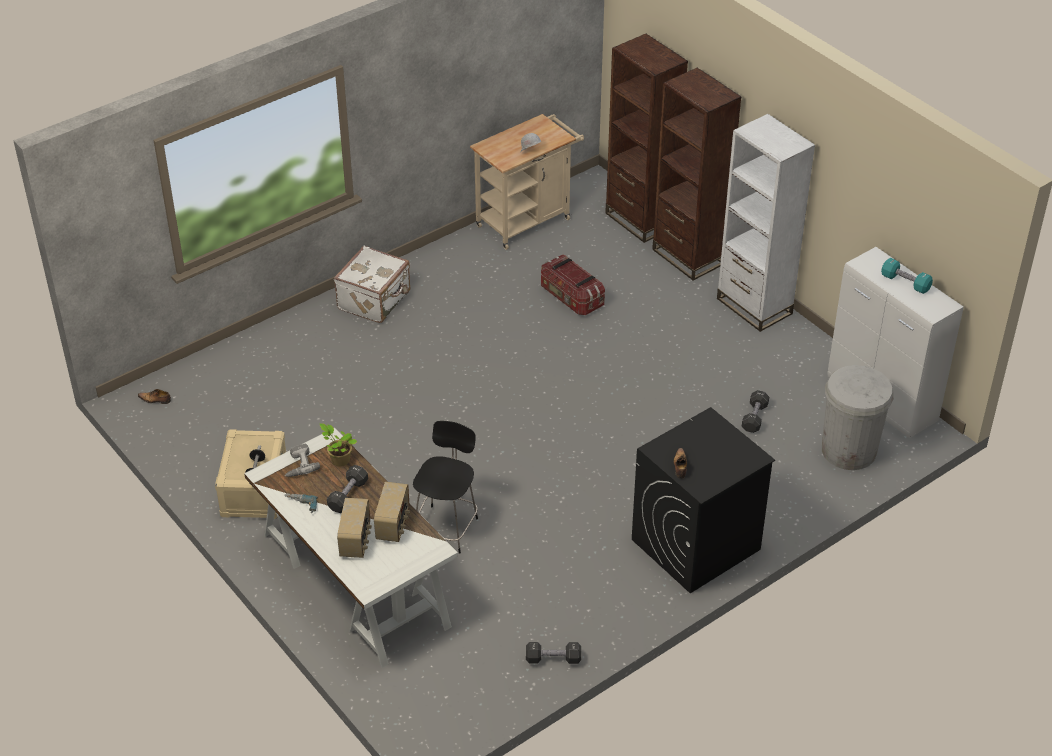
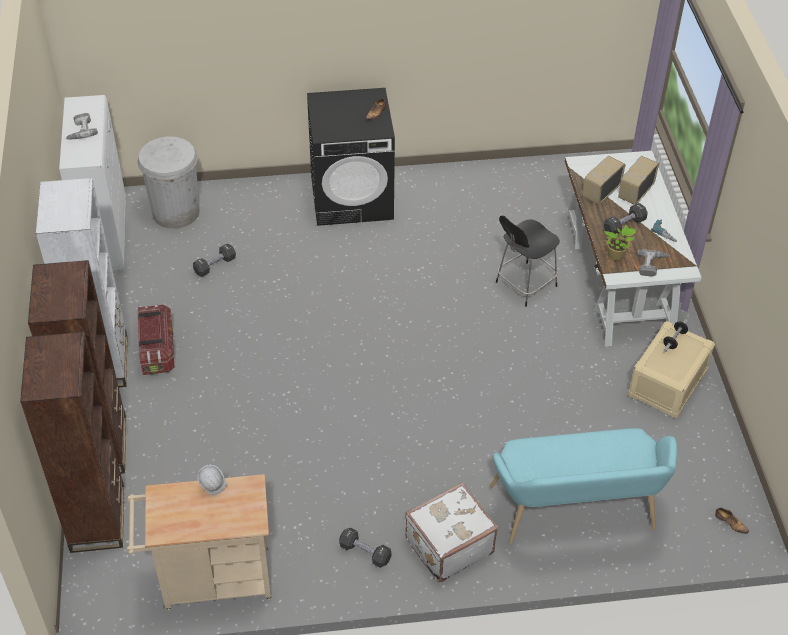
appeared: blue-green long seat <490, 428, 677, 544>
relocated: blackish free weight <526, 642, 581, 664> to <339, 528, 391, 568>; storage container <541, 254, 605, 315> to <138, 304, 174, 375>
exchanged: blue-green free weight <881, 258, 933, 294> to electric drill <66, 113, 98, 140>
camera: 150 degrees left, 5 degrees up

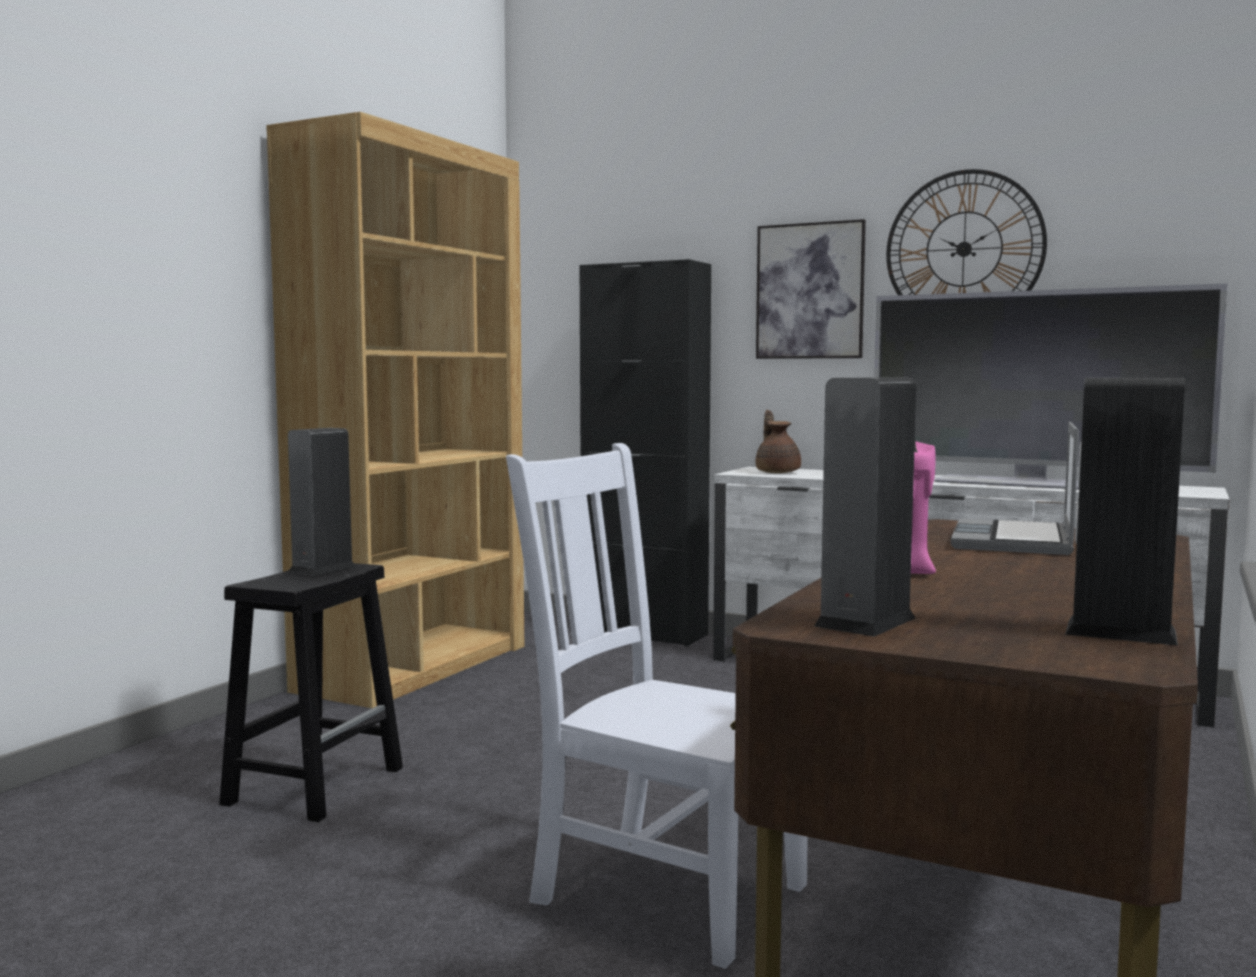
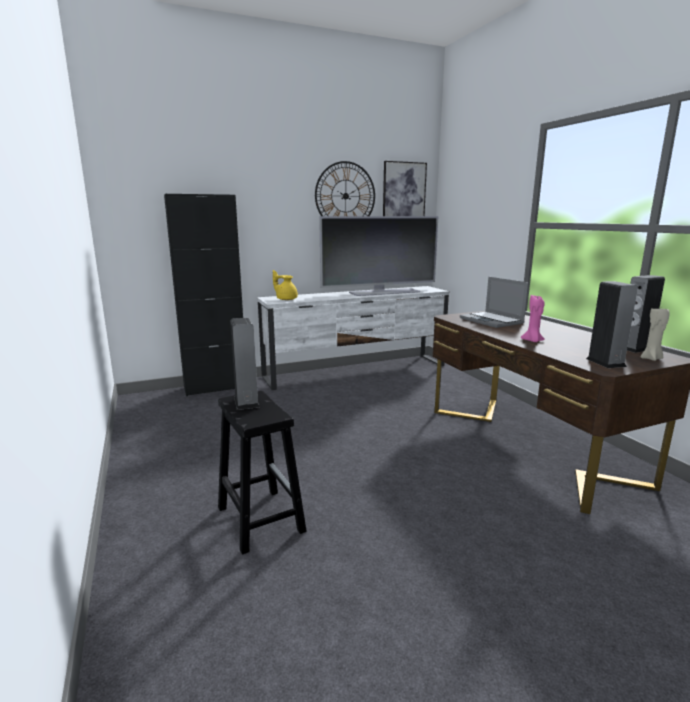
missing: brown bookshelf <266, 112, 524, 708>; whitish chair <506, 443, 808, 969>
appeared: beige-coloured candle <641, 308, 670, 361>
relocated: wall picture <756, 219, 866, 359> to <383, 161, 427, 216>
colour: brown tea pot <756, 410, 801, 473> to yellow-coloured tea pot <273, 270, 298, 300>
camera: 50 degrees left, 10 degrees up

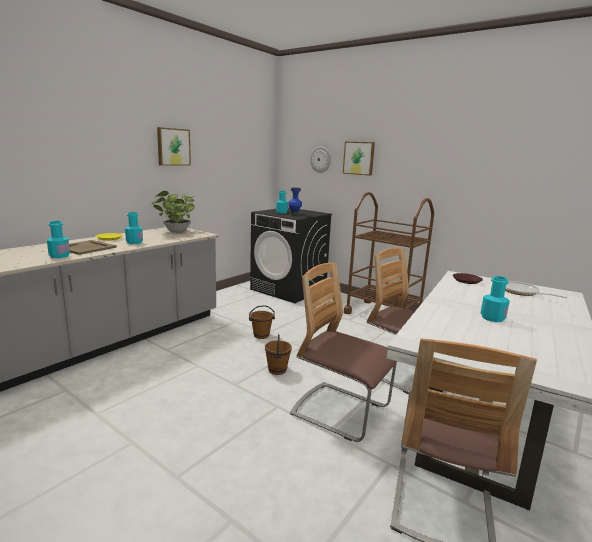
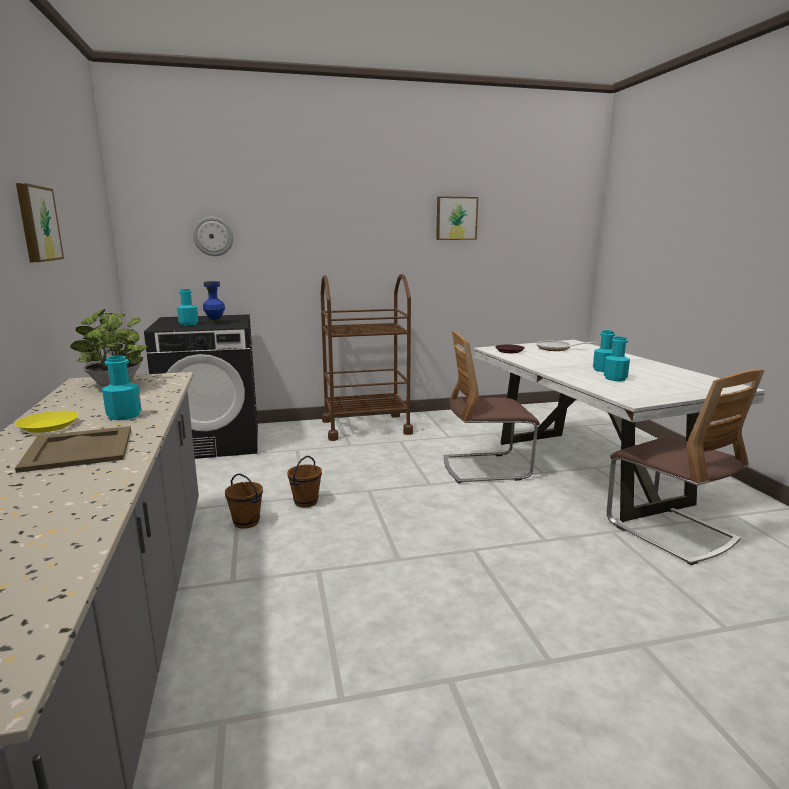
missing: chair <290, 263, 398, 442>
relocated: blue-green drink bottle <47, 221, 70, 258> to <604, 336, 630, 381>; brown pail <265, 334, 292, 375> to <225, 473, 263, 529>; wall picture <343, 142, 375, 176> to <436, 196, 478, 240>
camera: 50 degrees left, 0 degrees up

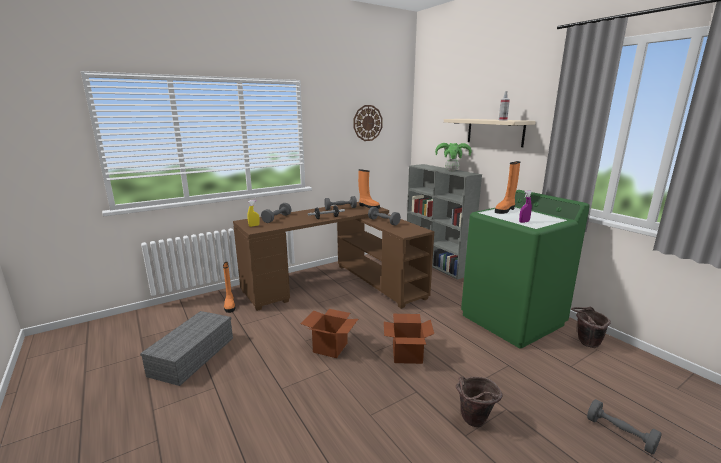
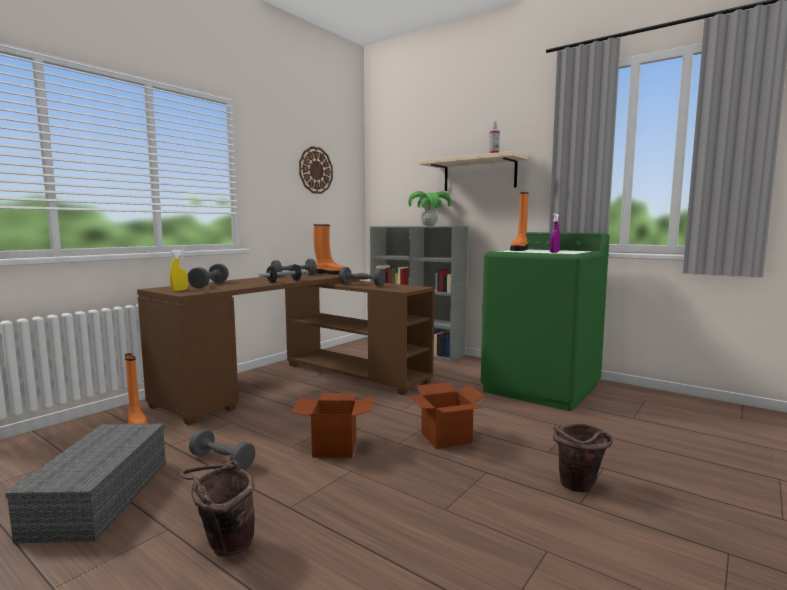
relocated: brown pail <571, 307, 611, 348> to <180, 460, 255, 557>; greyish free weight <587, 399, 662, 454> to <189, 429, 255, 470>
camera: 20 degrees left, 10 degrees down

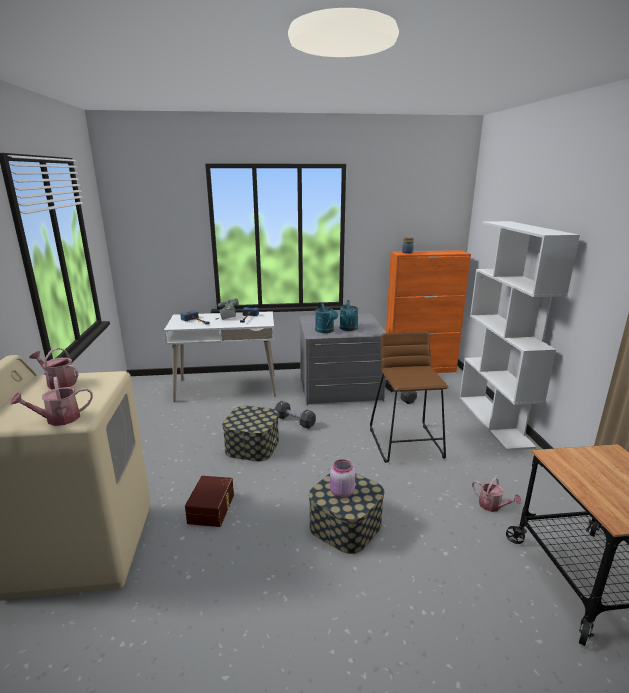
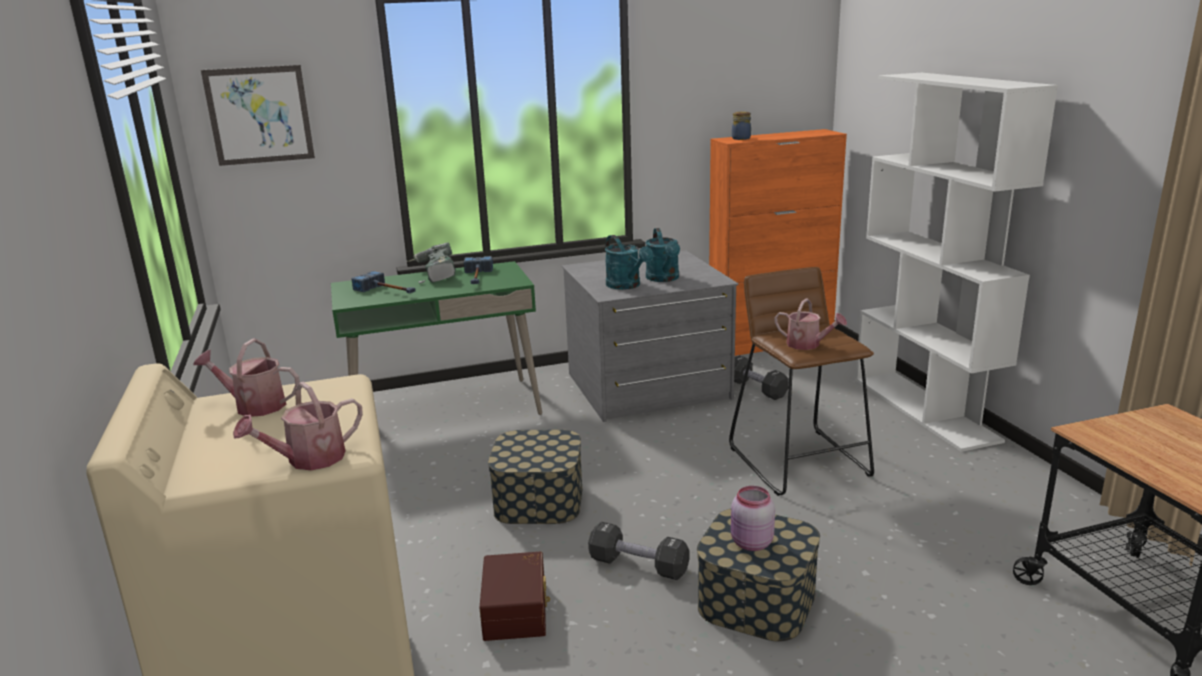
appeared: wall picture <201, 65, 315, 166>
relocated: blackish free weight <275, 401, 316, 429> to <588, 522, 690, 580>; watering can <472, 478, 522, 512> to <774, 298, 847, 350>
colour: whitish desk table <164, 311, 276, 402> to green desk table <331, 261, 542, 415>
camera: 10 degrees left, 0 degrees up

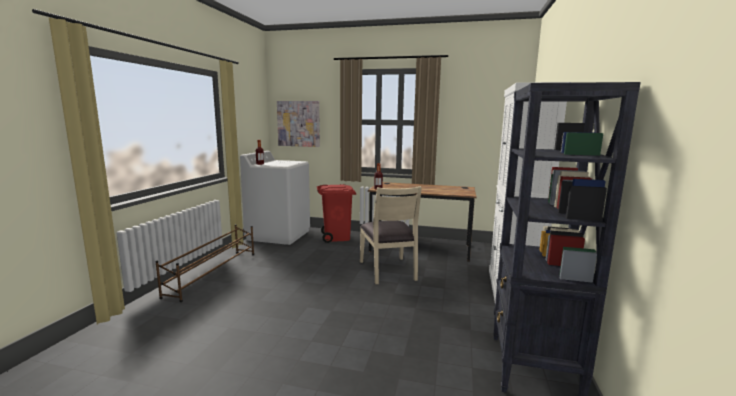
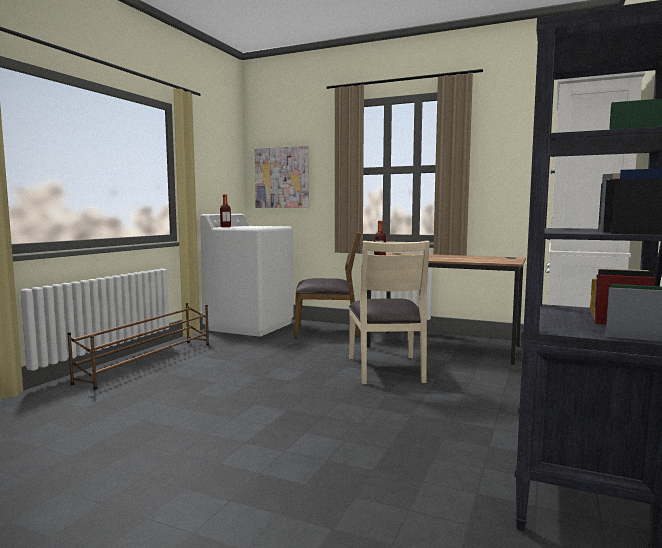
exchanged: reddish waste bin <317, 184, 356, 243> to brown chair <294, 232, 361, 338>
camera: 10 degrees right, 5 degrees down

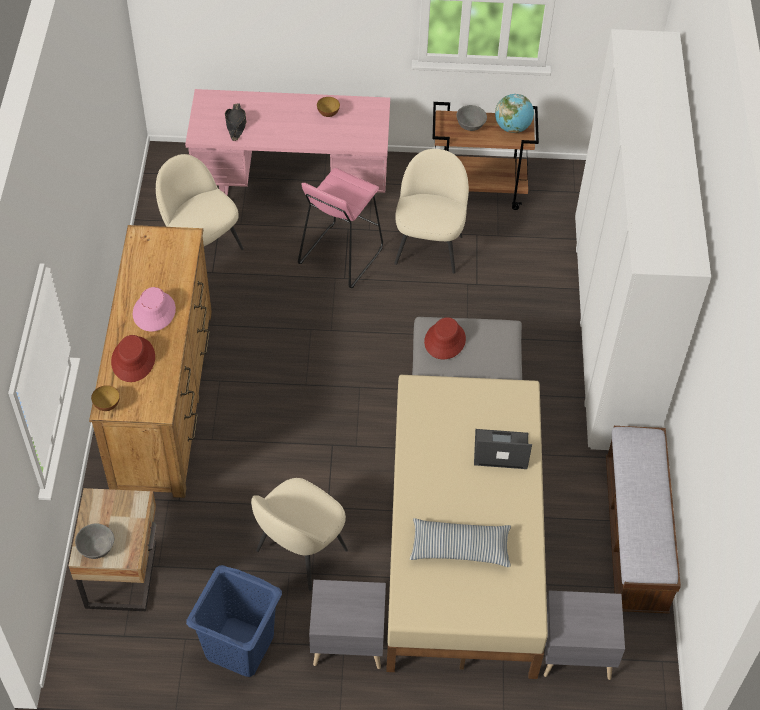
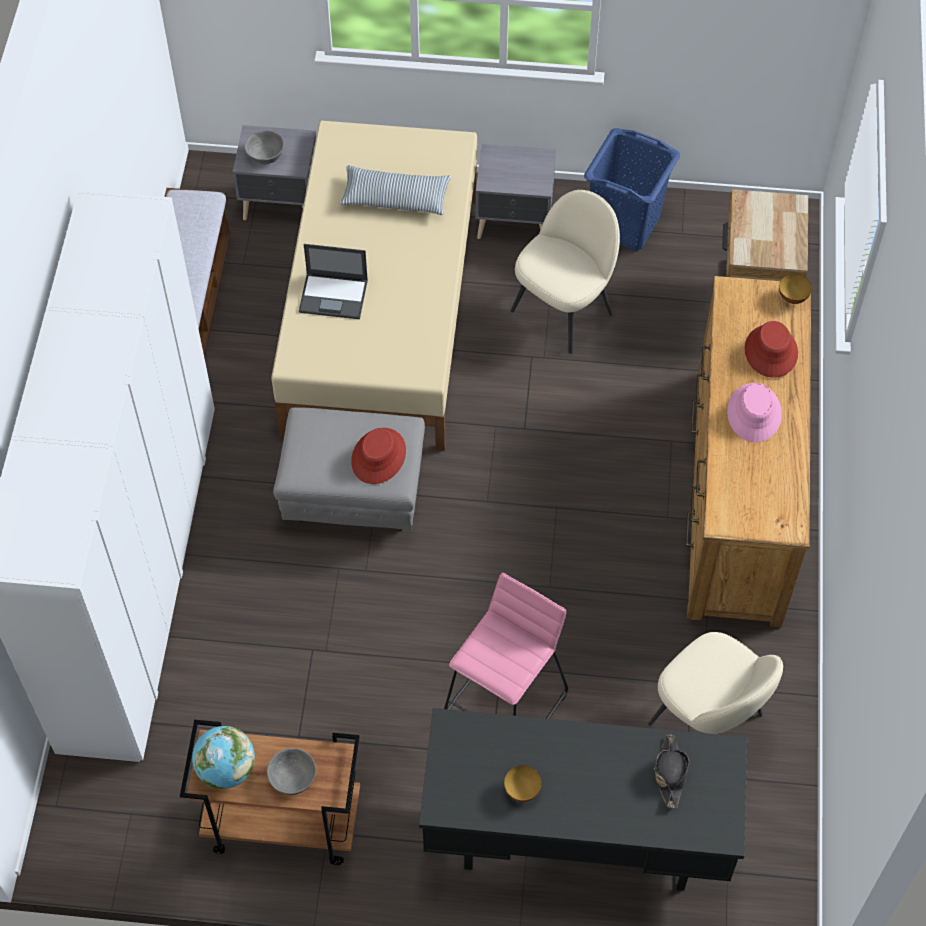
missing: beige-coloured chair <394, 149, 469, 274>
relocated: greyish deep dish <75, 523, 114, 559> to <244, 130, 284, 164>
colour: pink desk table <185, 89, 390, 196> to blackish desk table <419, 708, 747, 891>
camera: 175 degrees left, 5 degrees up

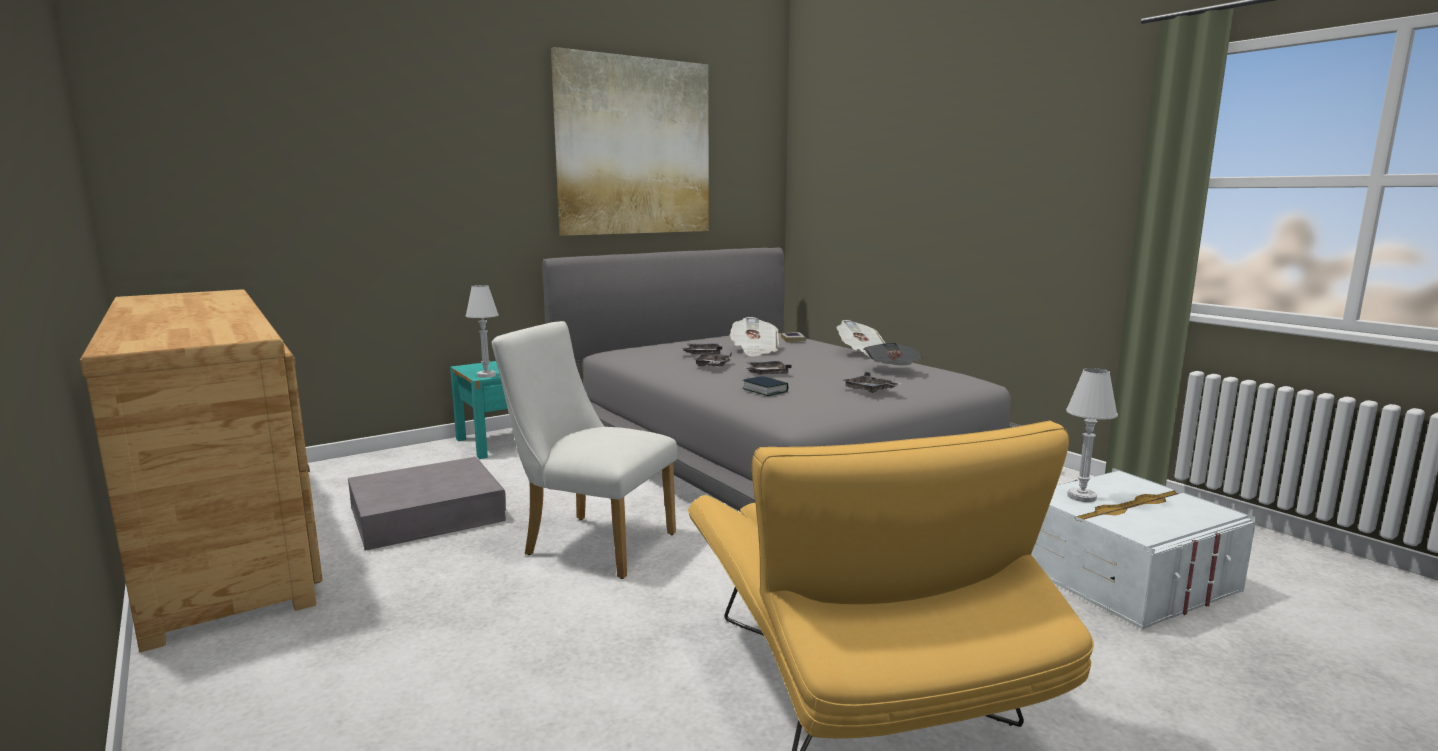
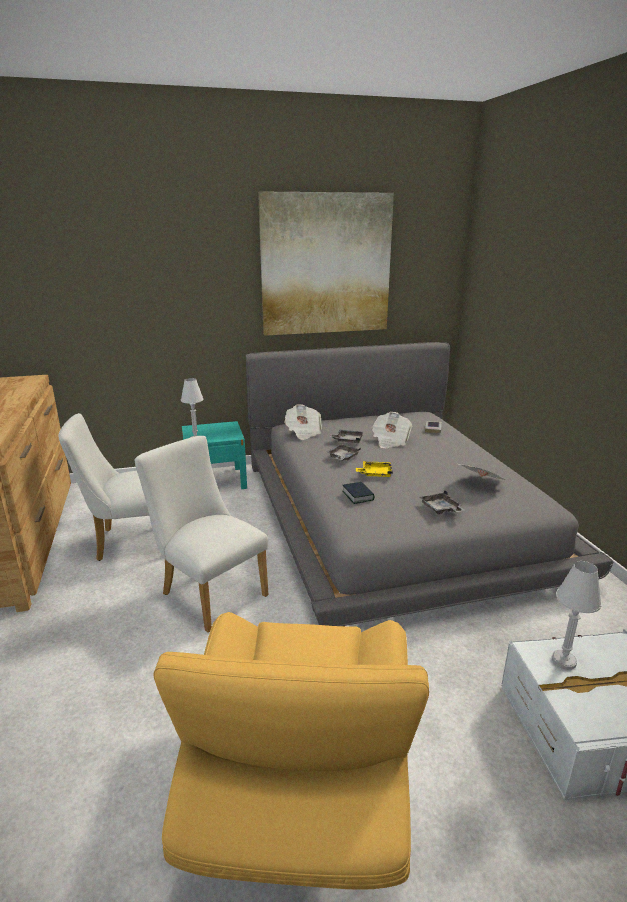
relocated: daily paper <837, 320, 885, 356> to <284, 404, 322, 440>
exchanged: greyish storage container <348, 457, 506, 550> to whitish chair <58, 413, 149, 561>
colour: greyish carrying tray <743, 361, 791, 375> to yellow-coloured carrying tray <356, 461, 393, 477>
camera: 20 degrees right, 10 degrees up

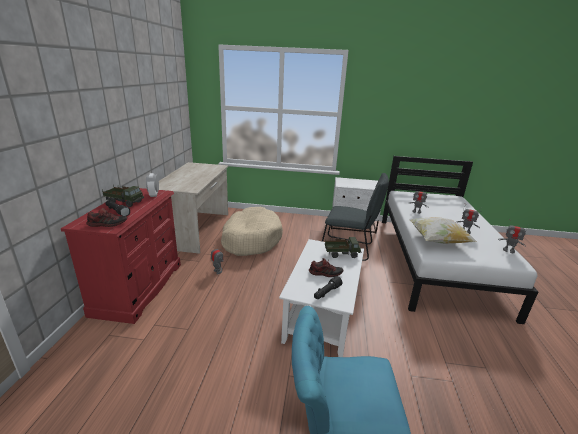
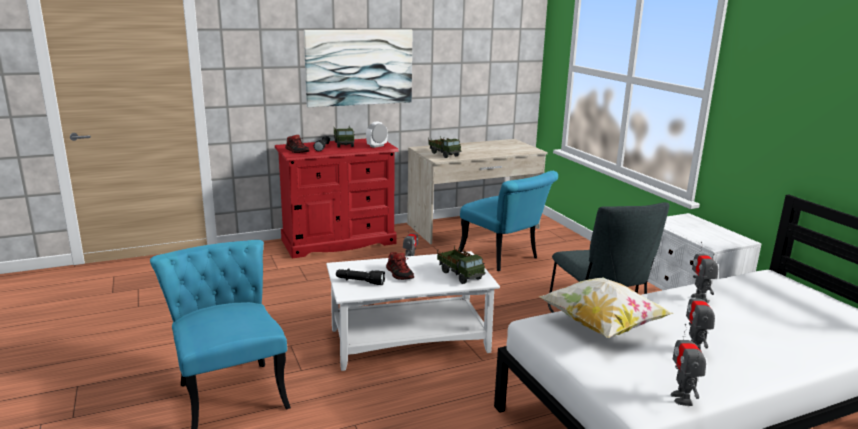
appeared: wall picture <304, 29, 413, 107>; model truck <428, 137, 462, 158>
exchanged: beige-coloured dog cushion <221, 207, 283, 256> to blue-green chair <458, 171, 558, 271>
camera: 60 degrees right, 5 degrees down

